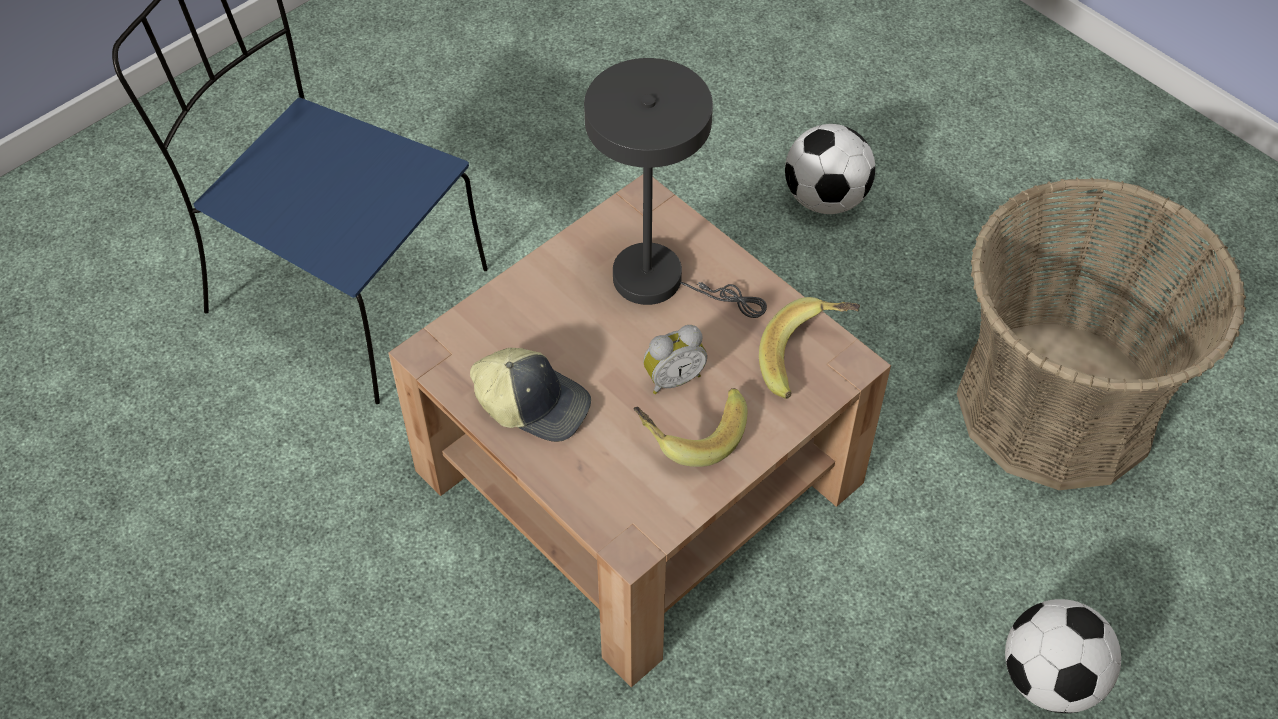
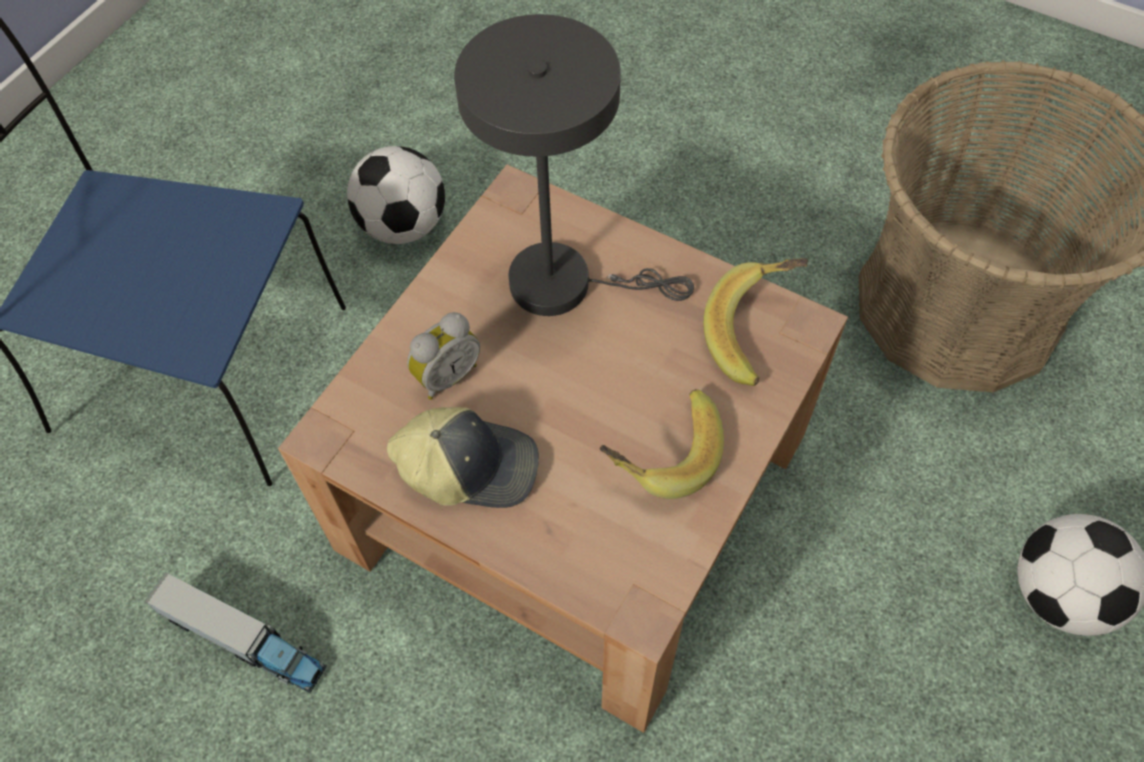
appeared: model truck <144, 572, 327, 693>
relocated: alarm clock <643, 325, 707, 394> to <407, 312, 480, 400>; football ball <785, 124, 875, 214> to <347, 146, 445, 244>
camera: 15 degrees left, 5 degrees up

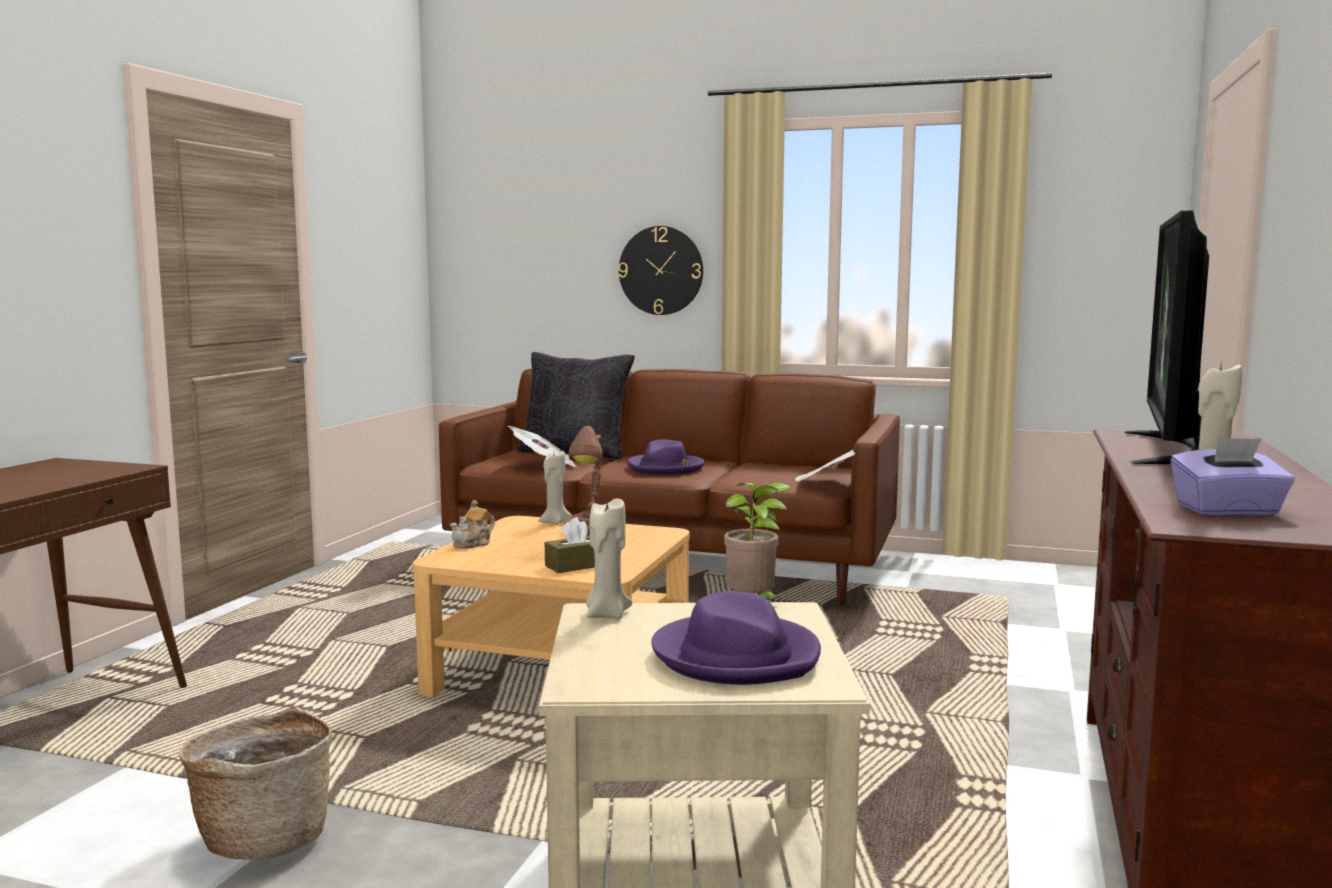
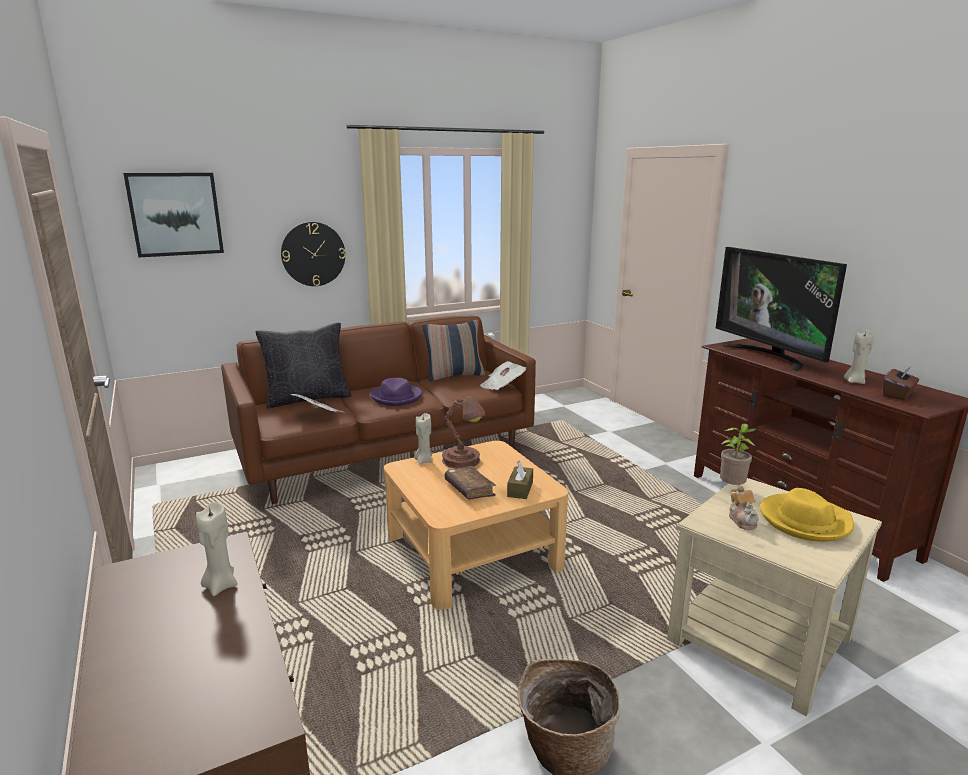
appeared: wall picture <123, 173, 224, 258>; cushion <422, 320, 485, 381>; brown book <444, 466, 496, 500>
relocated: tea pot <450, 500, 495, 549> to <729, 486, 759, 530>; beige-coloured candle <586, 498, 632, 619> to <196, 502, 238, 596>
colour: purplish clothing hat <651, 591, 821, 685> to yellow-coloured clothing hat <760, 488, 854, 542>; purplish box of tissues <1171, 437, 1295, 515> to brown box of tissues <883, 366, 919, 400>
camera: 45 degrees left, 10 degrees up

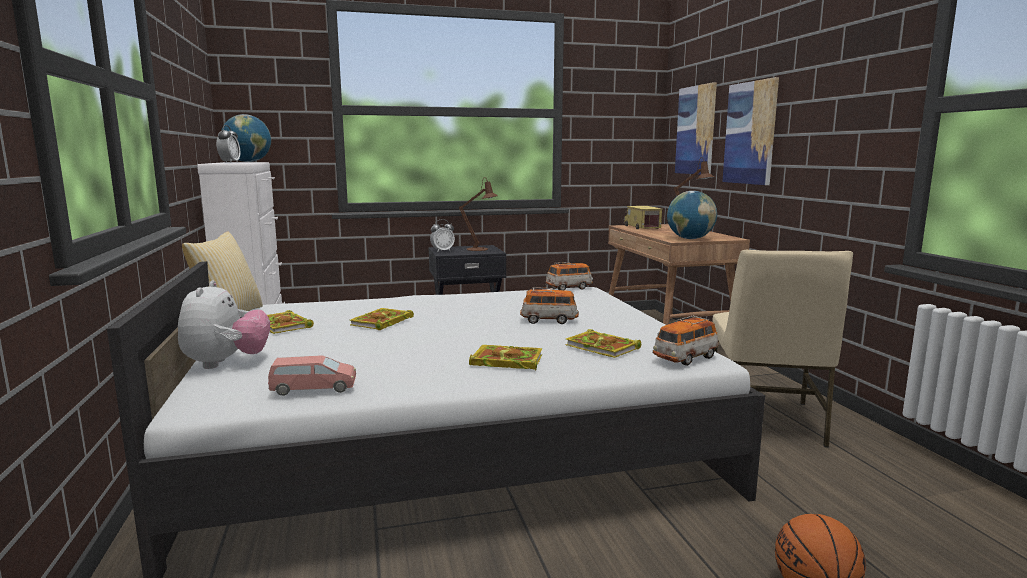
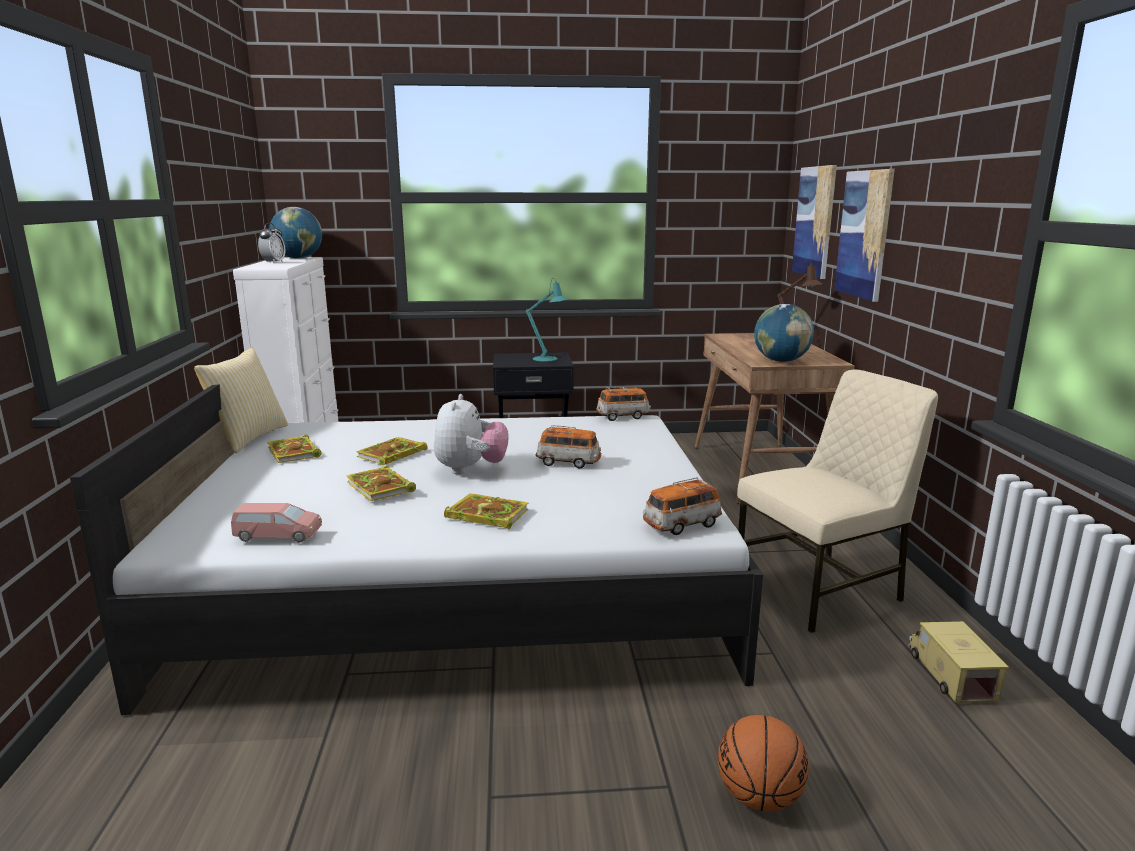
missing: alarm clock <430, 219, 455, 252>
relocated: cuddly toy <178, 281, 270, 369> to <434, 394, 508, 474>; book <565, 329, 641, 358> to <346, 465, 416, 501>; model truck <624, 206, 663, 229> to <908, 621, 1009, 703>
colour: brown lamp for a table <459, 177, 498, 251> to blue-green lamp for a table <526, 278, 568, 362>
spun: beige-coloured chair <712, 250, 853, 447> = <737, 370, 938, 633> 135 degrees counterclockwise
camera: 10 degrees right, 5 degrees up

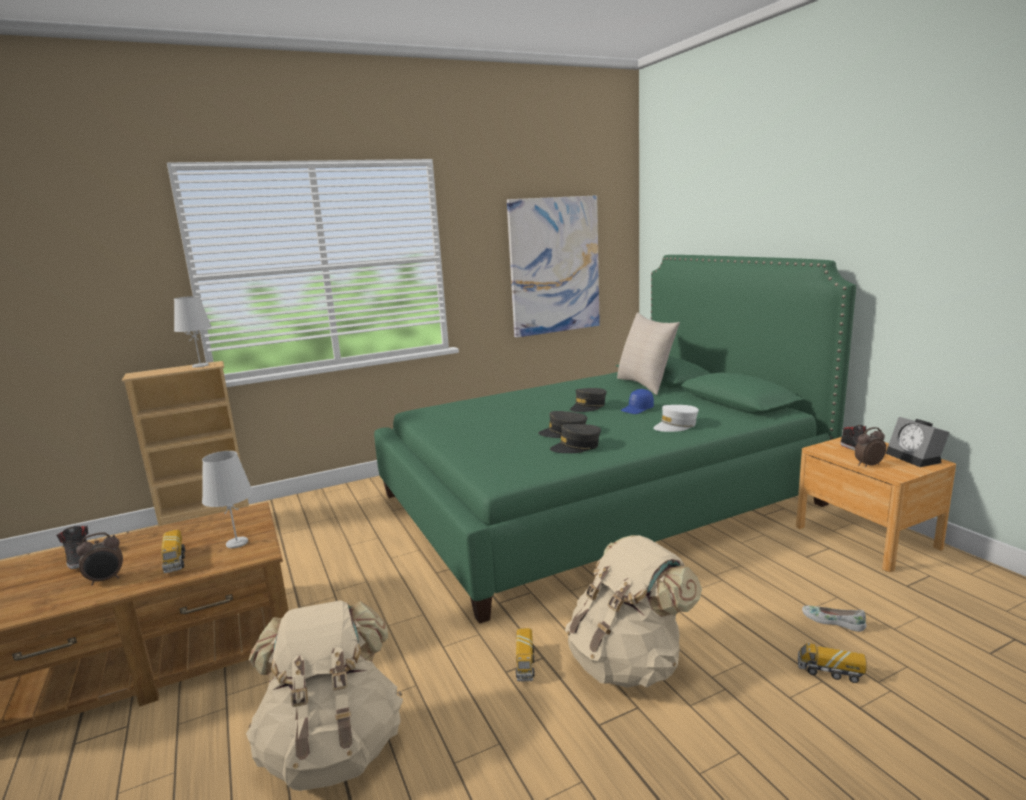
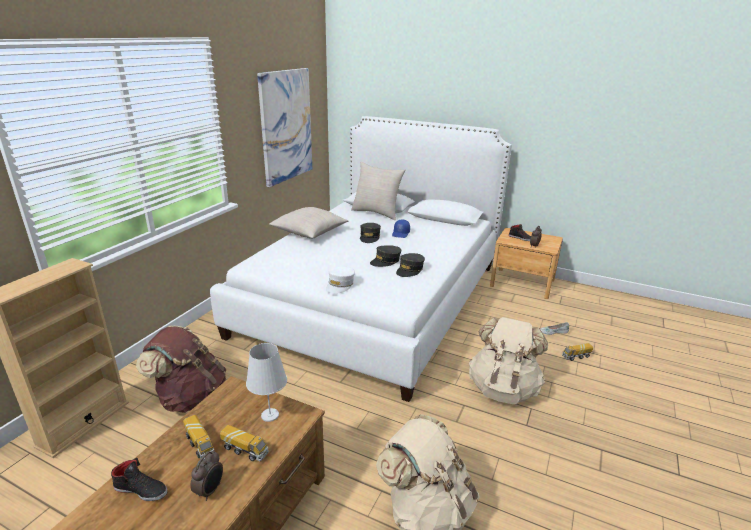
missing: whitish lamp for a table <174, 296, 212, 368>; alarm clock <886, 417, 950, 467>
appeared: brown backpack <136, 326, 226, 413>; beige-coloured cushion <269, 207, 348, 239>
relocated: model truck <516, 628, 535, 682> to <183, 415, 214, 461>; whitish peaked cap <653, 405, 699, 432> to <326, 267, 355, 294>
colour: green bed <374, 255, 856, 624> to whitish bed <210, 116, 512, 402>
camera: 40 degrees left, 10 degrees up

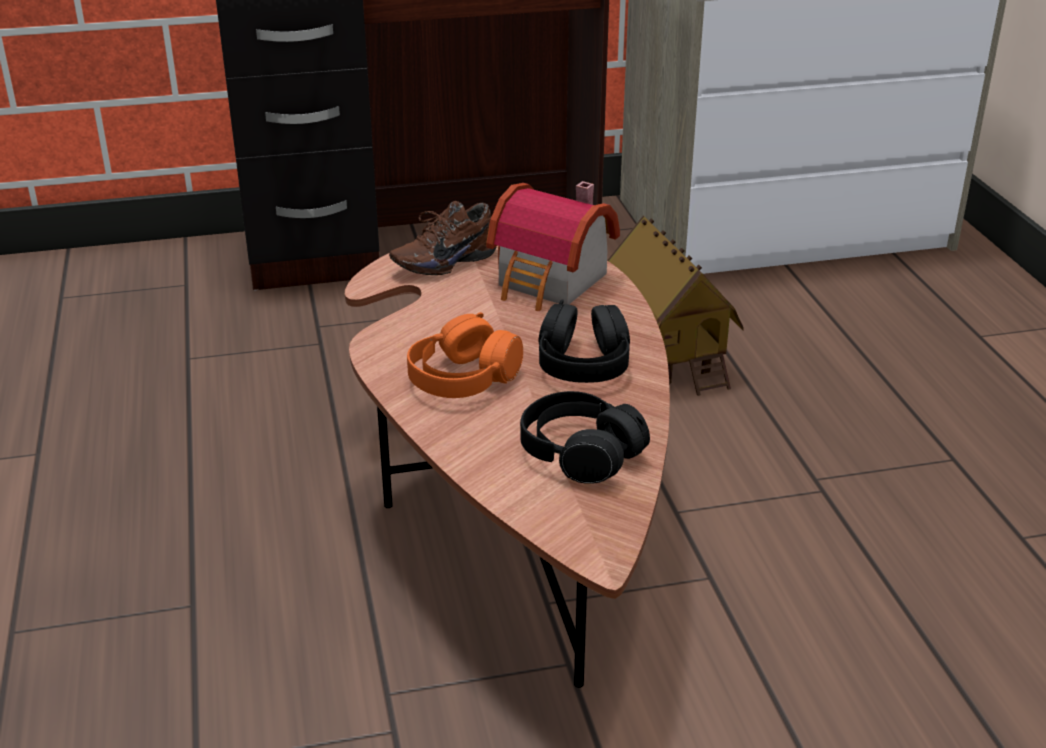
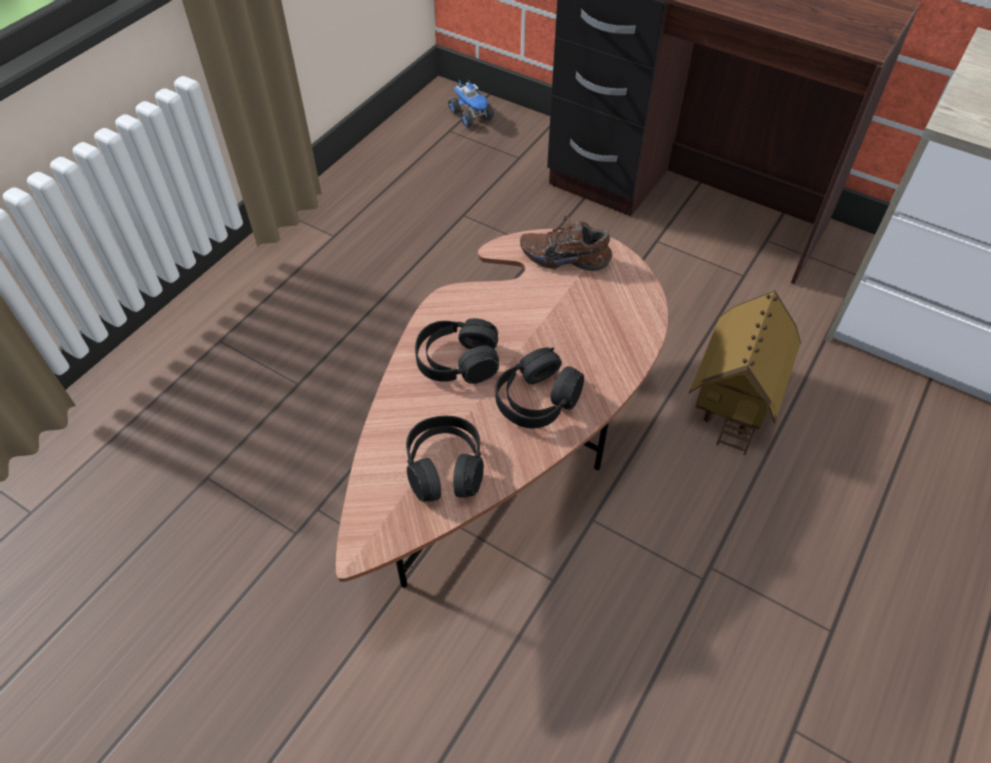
missing: miniature house <486, 181, 620, 311>
appeared: model truck <448, 80, 494, 128>
colour: orange headset <407, 312, 523, 398> to blackish headset <415, 318, 499, 384>
camera: 45 degrees right, 20 degrees up

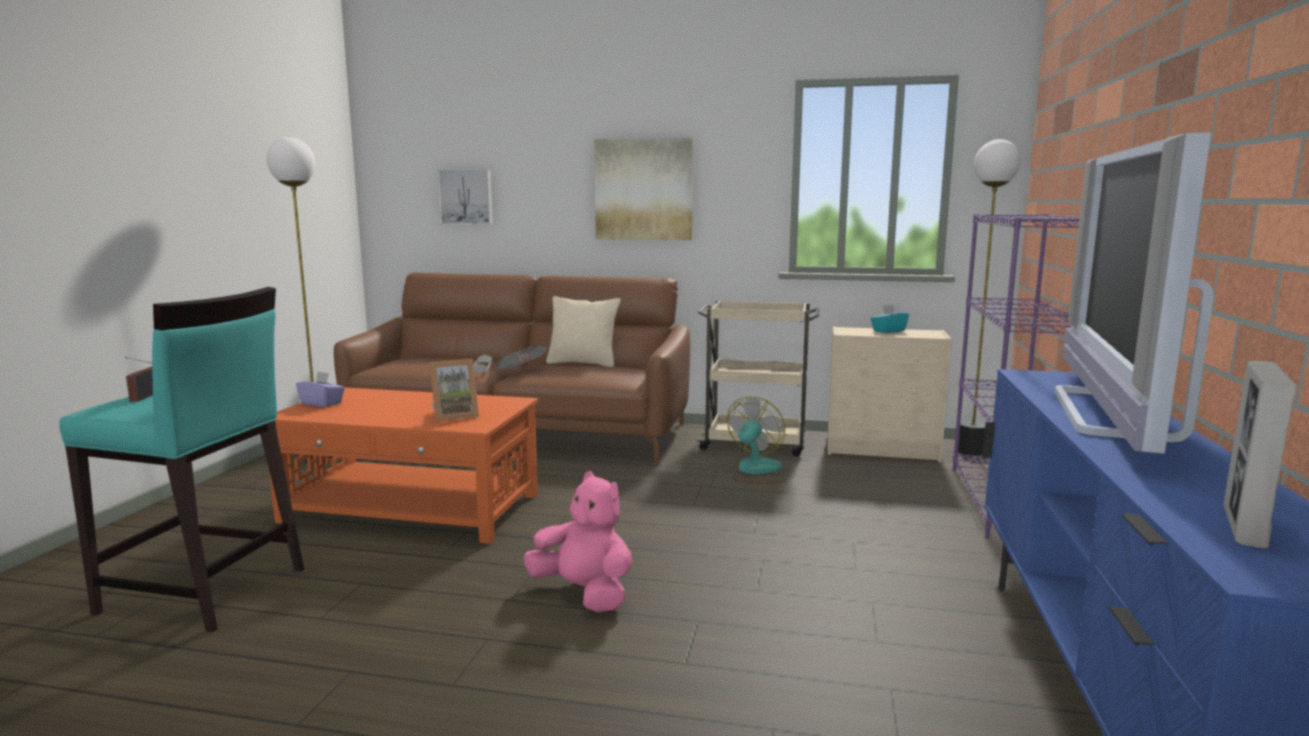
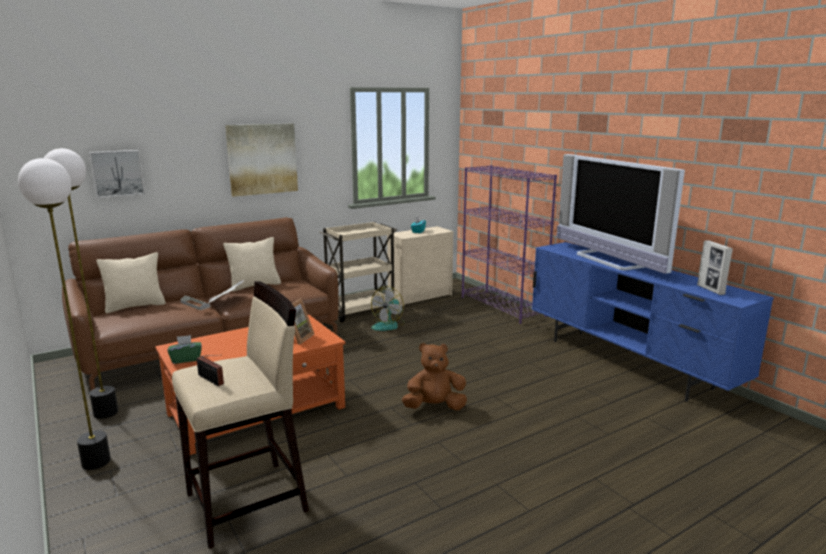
appeared: beige-coloured cushion <96, 252, 166, 313>
relocated: standard lamp <958, 139, 1021, 456> to <18, 158, 111, 470>
colour: blue-green stool seat <59, 287, 304, 633> to beige-coloured stool seat <172, 281, 309, 549>; purplish box of tissues <296, 371, 345, 407> to green box of tissues <168, 335, 202, 364>; pink cuddly toy <523, 471, 632, 612> to brown cuddly toy <402, 343, 467, 410>
spun: electric fan <727, 397, 787, 484> = <371, 286, 404, 331> 135 degrees counterclockwise
camera: 45 degrees left, 5 degrees up

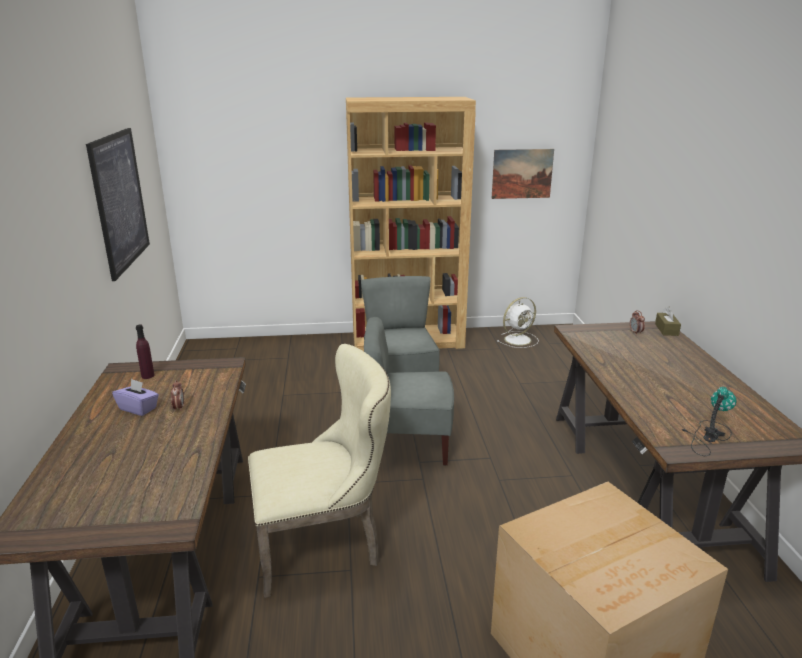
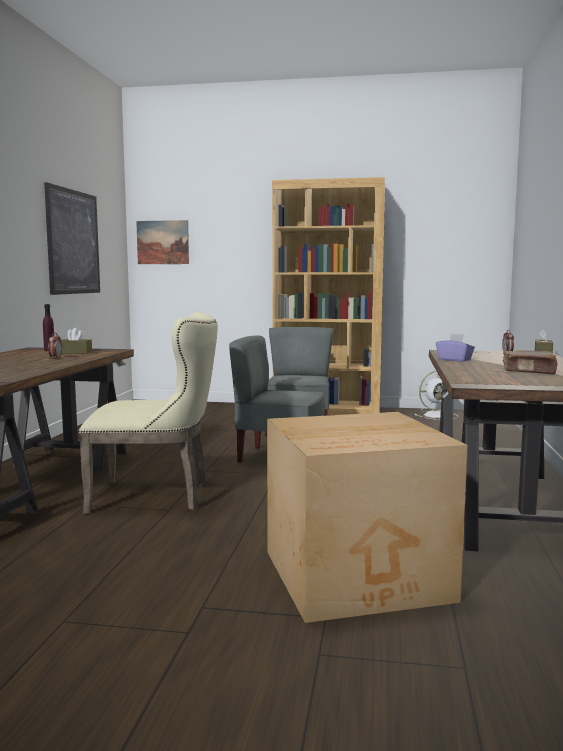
missing: lamp for a table <681, 387, 737, 456>
appeared: brown box of tissues <61, 328, 92, 354>; brown book <503, 350, 558, 375>
relocated: purplish box of tissues <112, 379, 159, 416> to <436, 334, 475, 362>; wall picture <492, 149, 554, 199> to <136, 220, 189, 264>
camera: 15 degrees right, 15 degrees down

